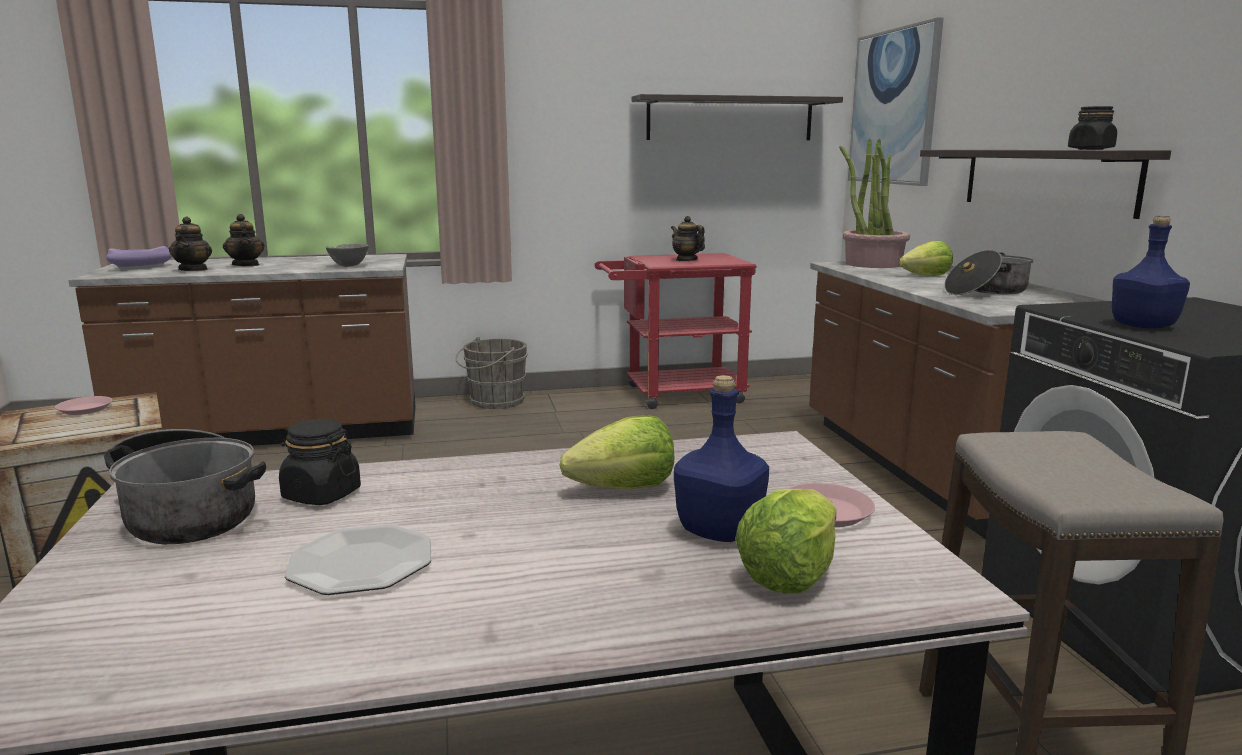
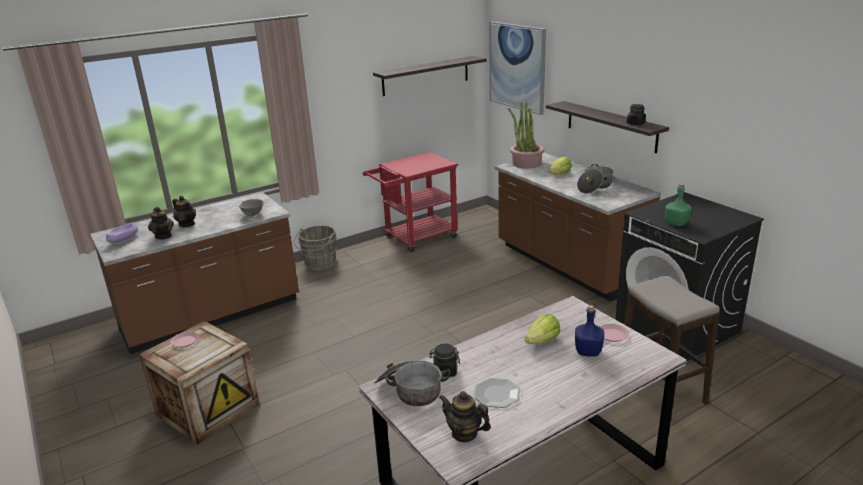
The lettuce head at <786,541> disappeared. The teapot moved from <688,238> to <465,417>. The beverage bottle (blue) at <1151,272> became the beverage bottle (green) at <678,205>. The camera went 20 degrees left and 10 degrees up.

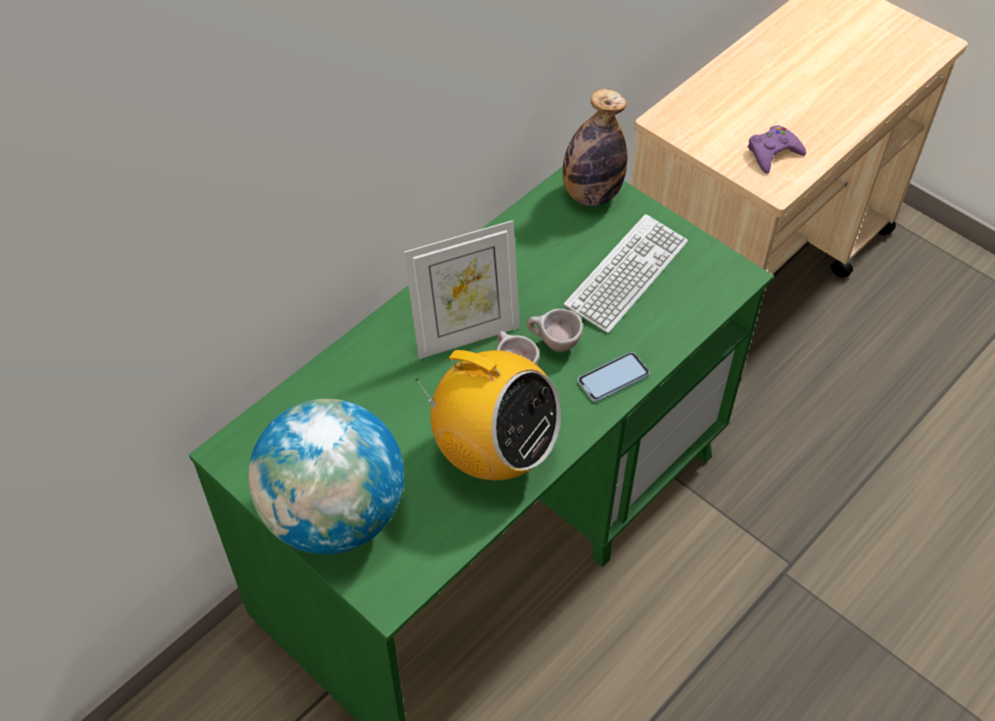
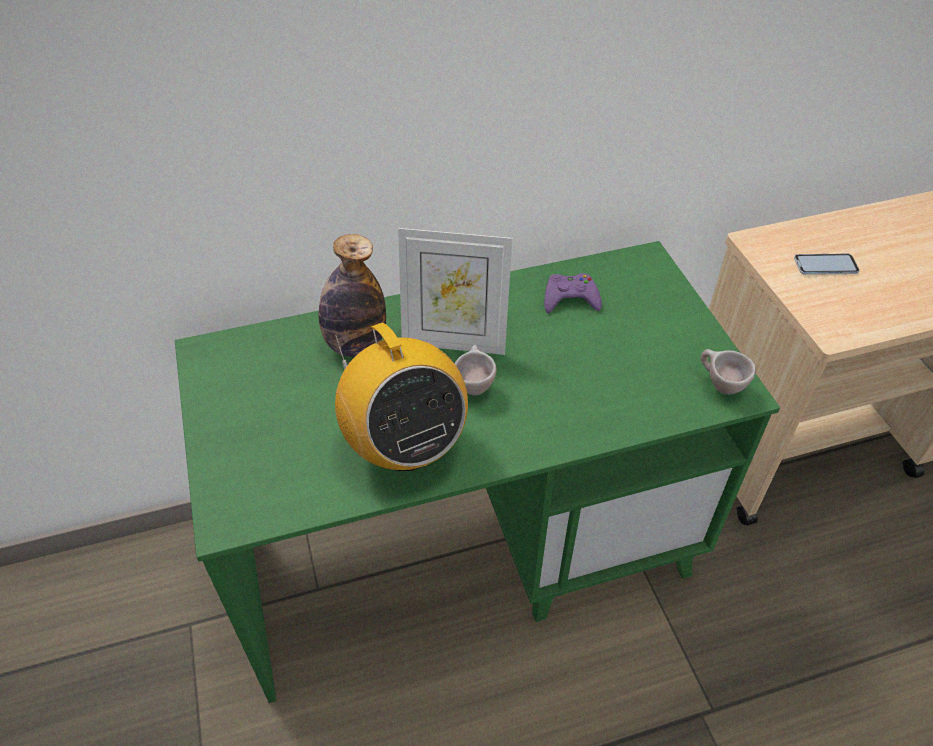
The desk globe at <326,476> disappeared. The computer keyboard at <626,273> disappeared. The drinking cup (sand-coloured) moved from <555,330> to <728,372>. The beverage bottle moved from <594,147> to <352,295>. The handset moved from <614,377> to <827,264>. The game controller (purple-coloured) moved from <777,149> to <573,293>. The camera went 30 degrees right and 5 degrees down.

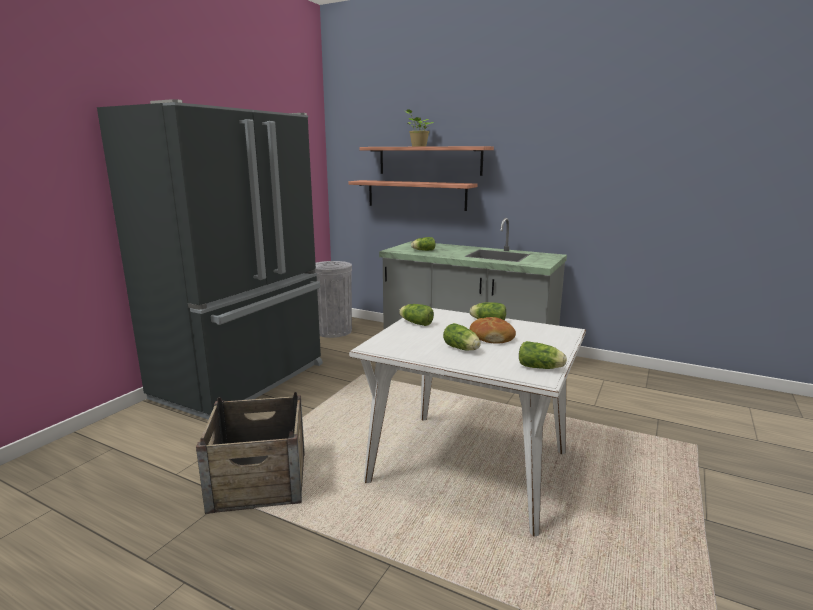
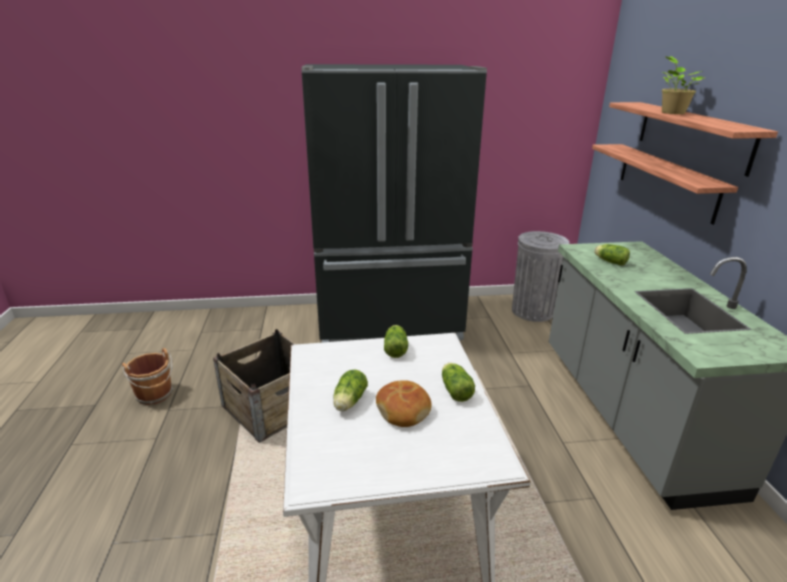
The lettuce head at <543,355> disappeared. The bucket (brownish) at <148,376> appeared. The camera went 55 degrees right and 10 degrees up.

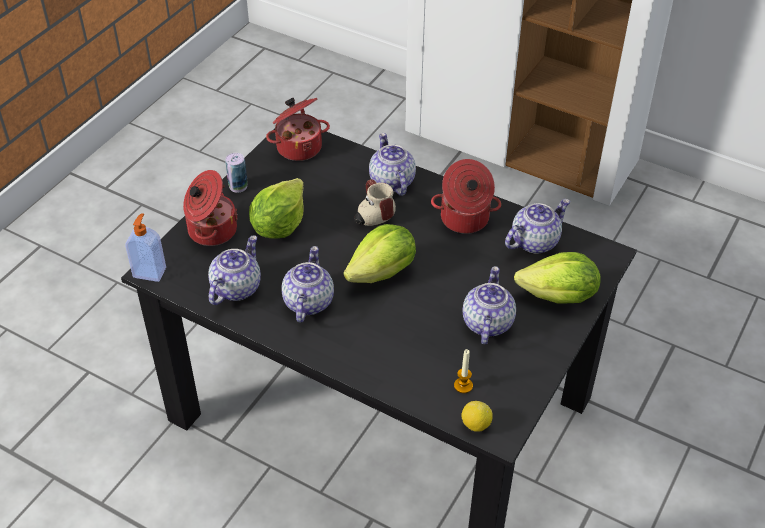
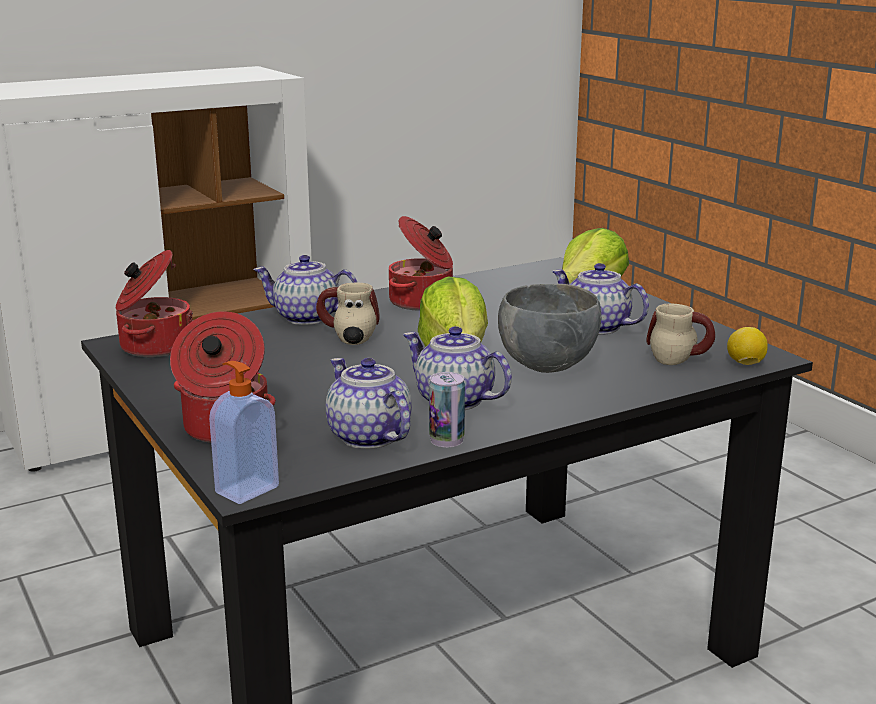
The lettuce head at <276,208> disappeared. The teapot at <537,226> disappeared. The deep dish (gray) at <549,328> appeared. The can moved from <236,173> to <447,410>. The wax candle at <463,371> was replaced by the coffee mug at <680,334>. The camera went 60 degrees left and 25 degrees down.

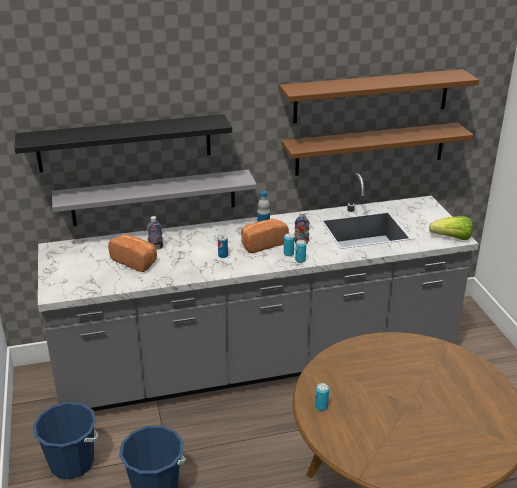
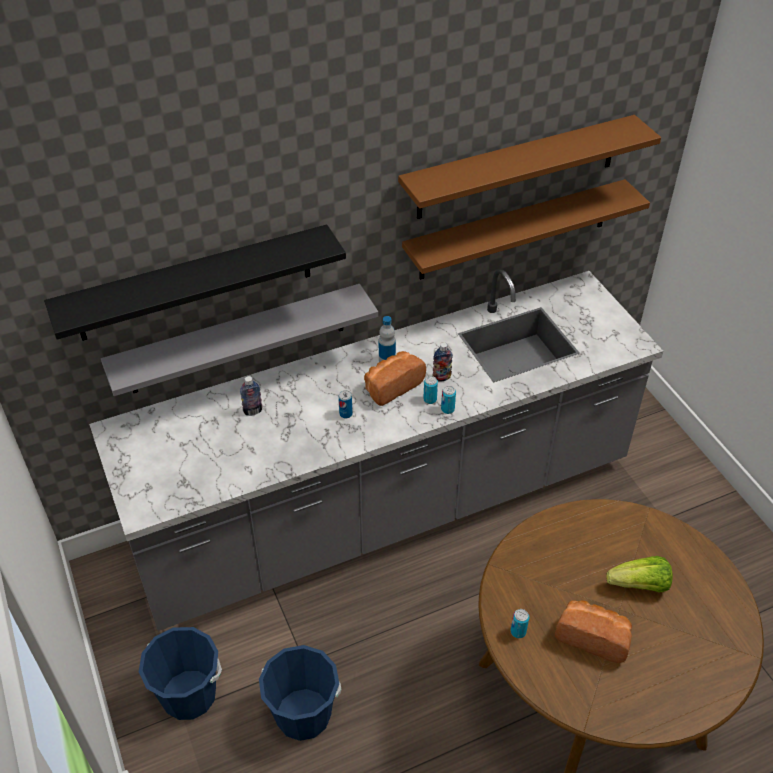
The baked bread moved from <132,253> to <593,631>. The lettuce head moved from <451,228> to <639,574>. The camera went 10 degrees left and 15 degrees up.

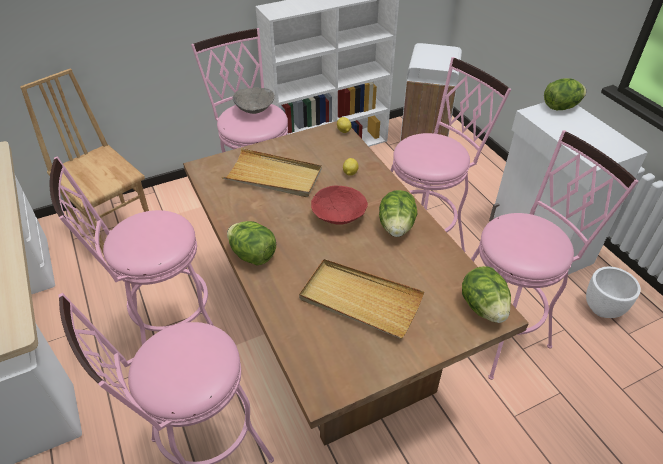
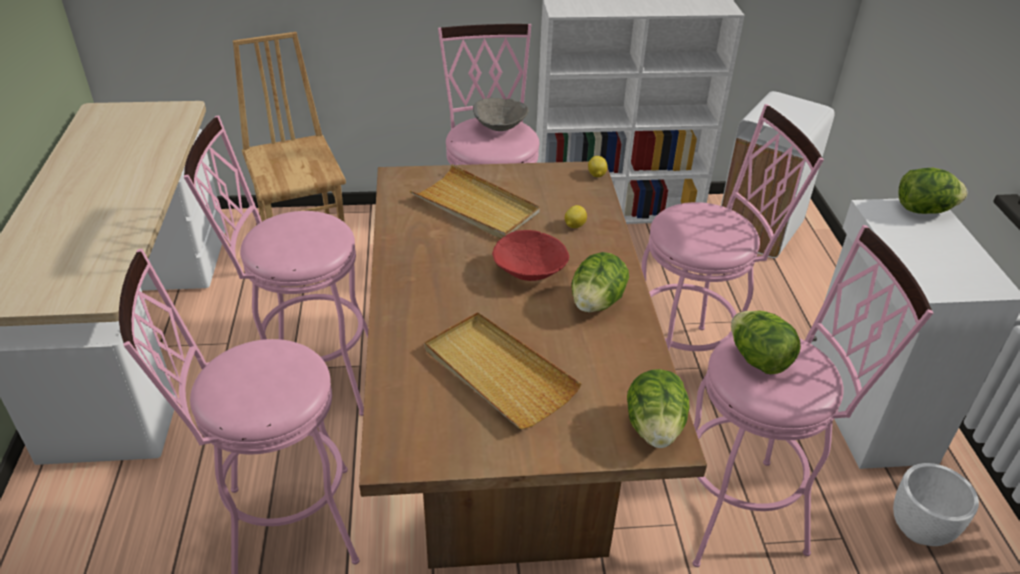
The lettuce head moved from <251,243> to <766,342>. The camera went 20 degrees right and 5 degrees down.

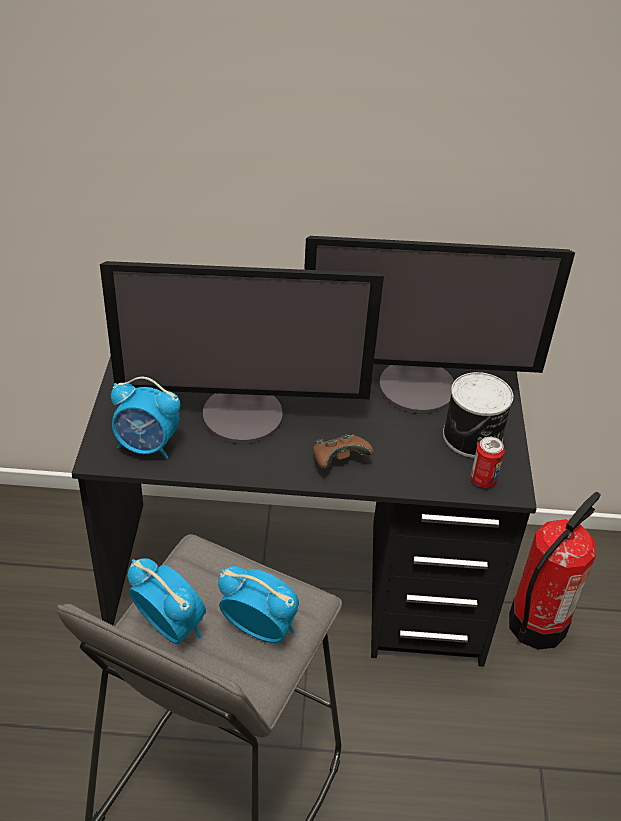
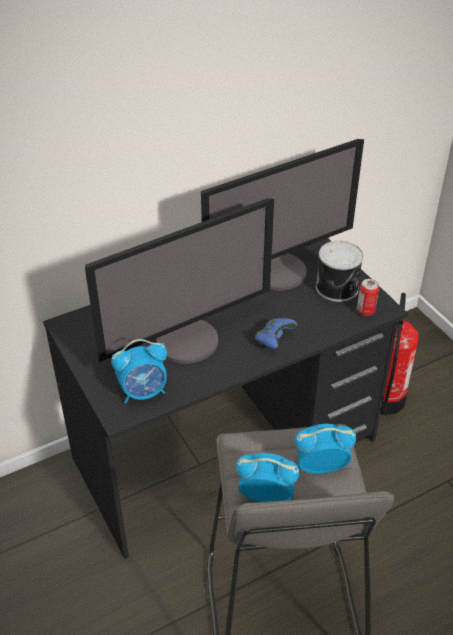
The game controller (brownish) at <343,452> became the game controller (blue) at <276,333>. The camera went 30 degrees left and 0 degrees up.

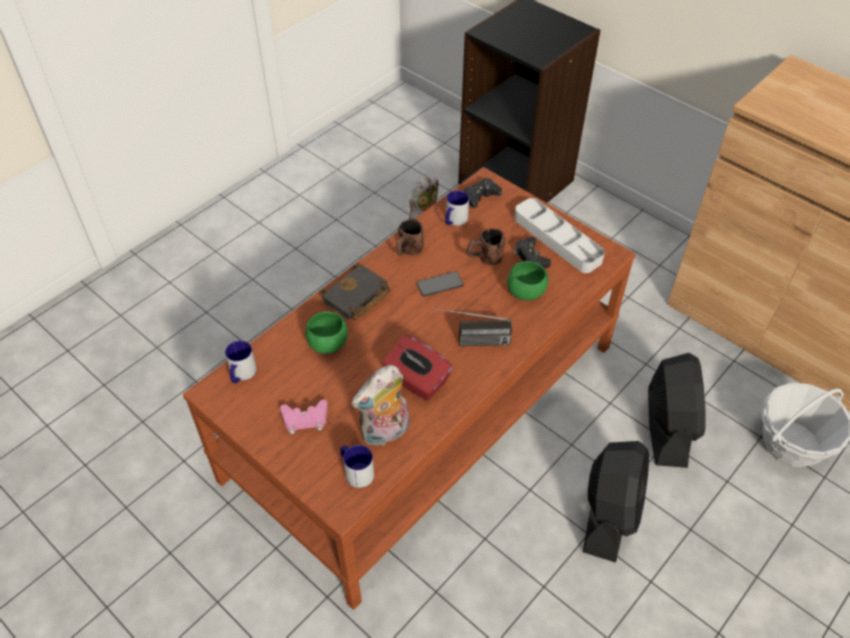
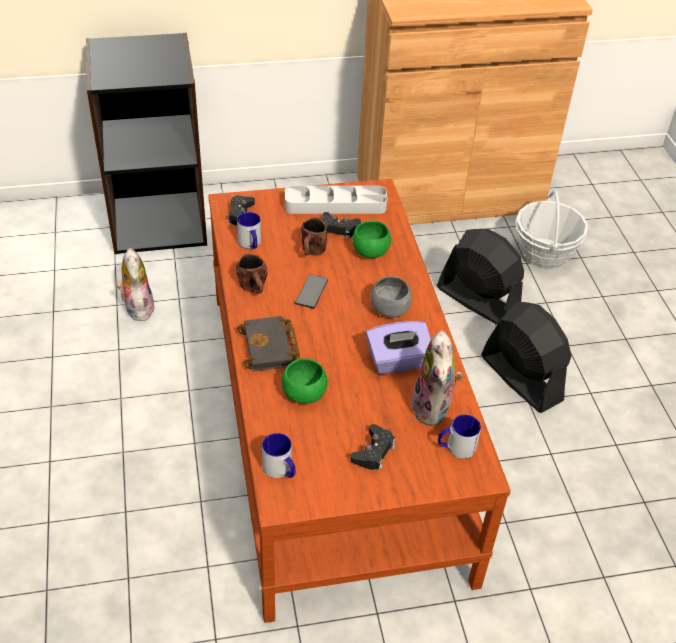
The radio at <472,327> was replaced by the deep dish (gray) at <391,297>. The game controller (pink) at <304,417> became the game controller (black) at <373,447>. The tissue holder (red) at <417,368> became the tissue holder (purple-coloured) at <398,347>. The camera went 55 degrees left and 5 degrees down.

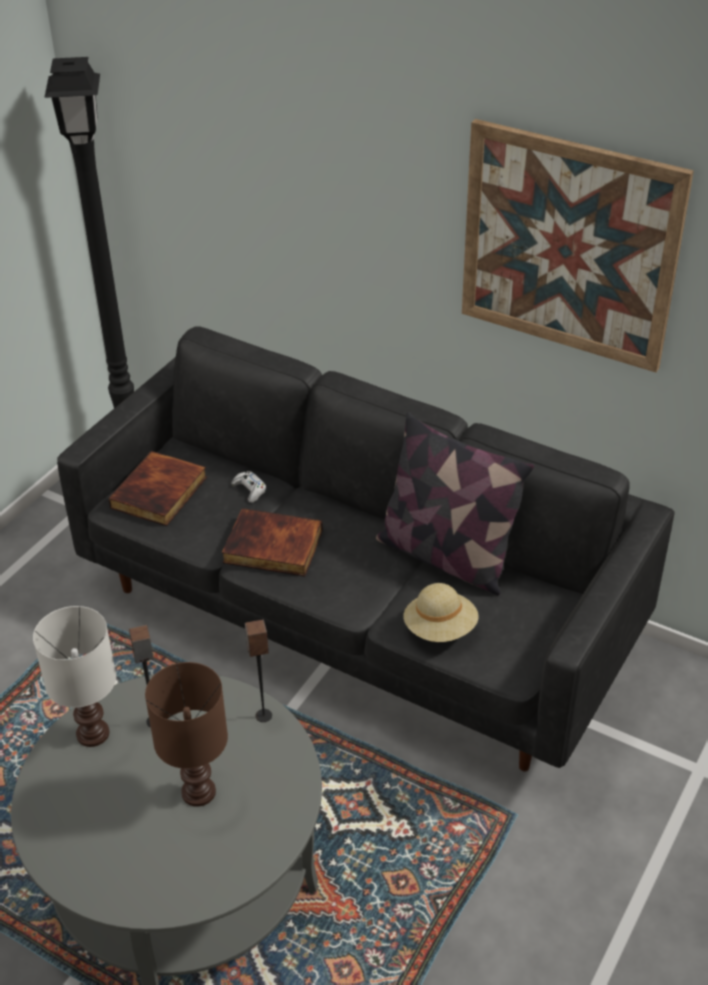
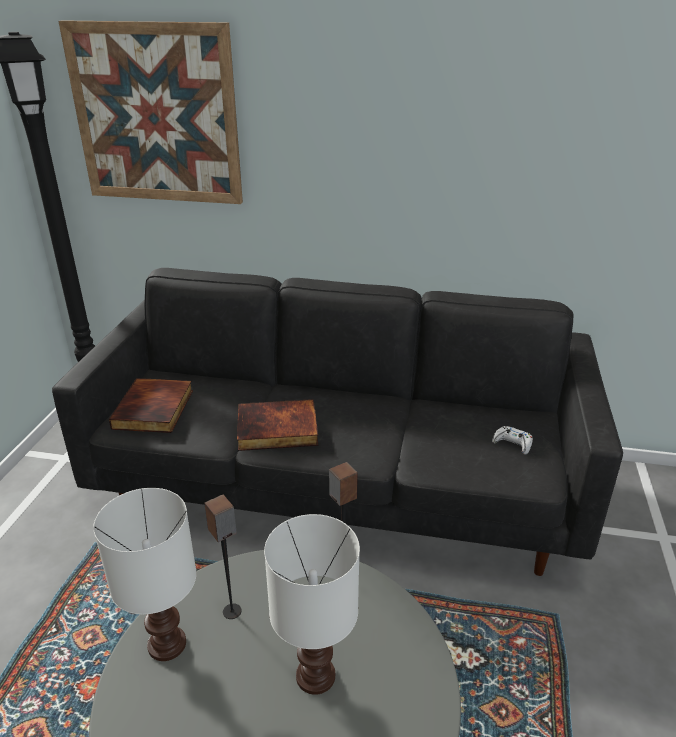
The pillow at <455,503> disappeared. The clothing hat (sand-coloured) at <441,612> disappeared. The game controller (whitish) moved from <248,487> to <512,440>. The wall art moved from <578,245> to <151,112>. The table lamp (brownish) at <186,734> became the table lamp (whitish) at <312,604>. The camera went 20 degrees left and 10 degrees down.

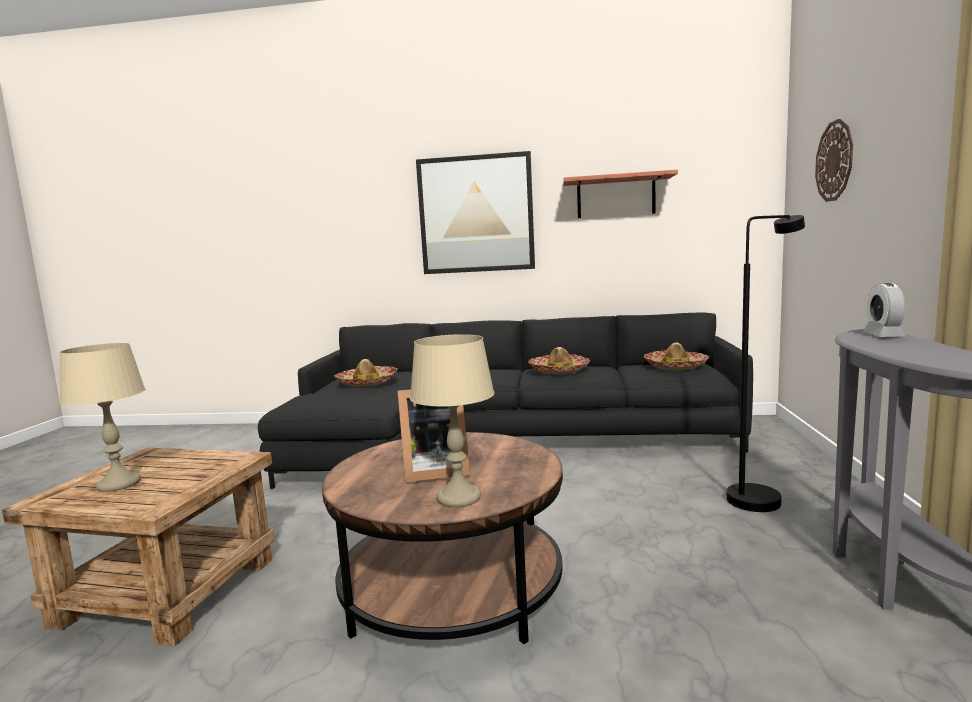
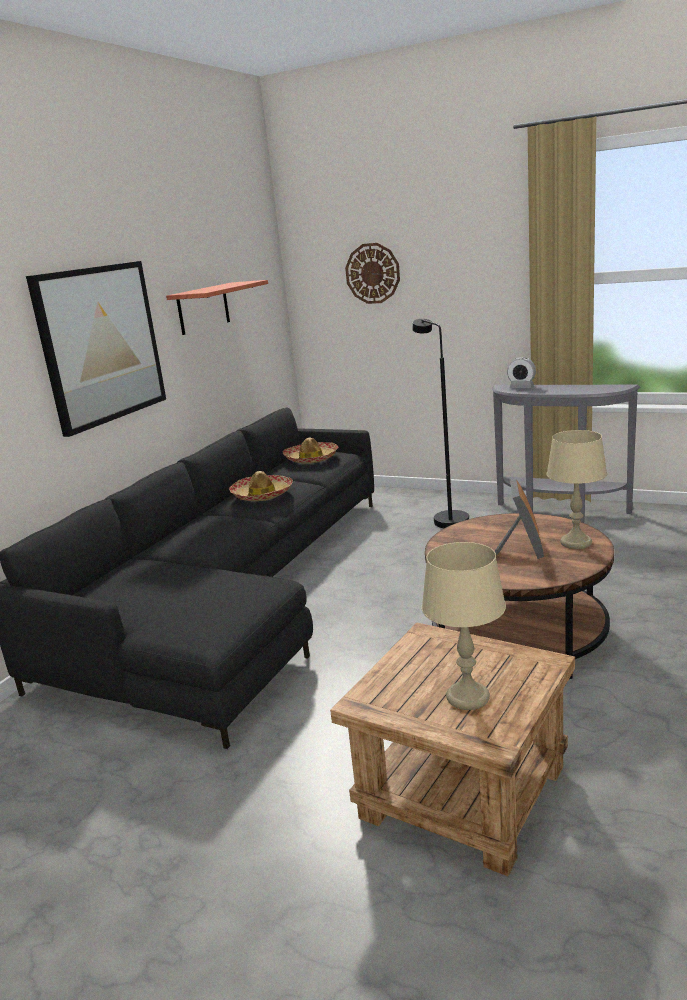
The clothing hat at <366,372> disappeared. The camera went 70 degrees left and 10 degrees up.

